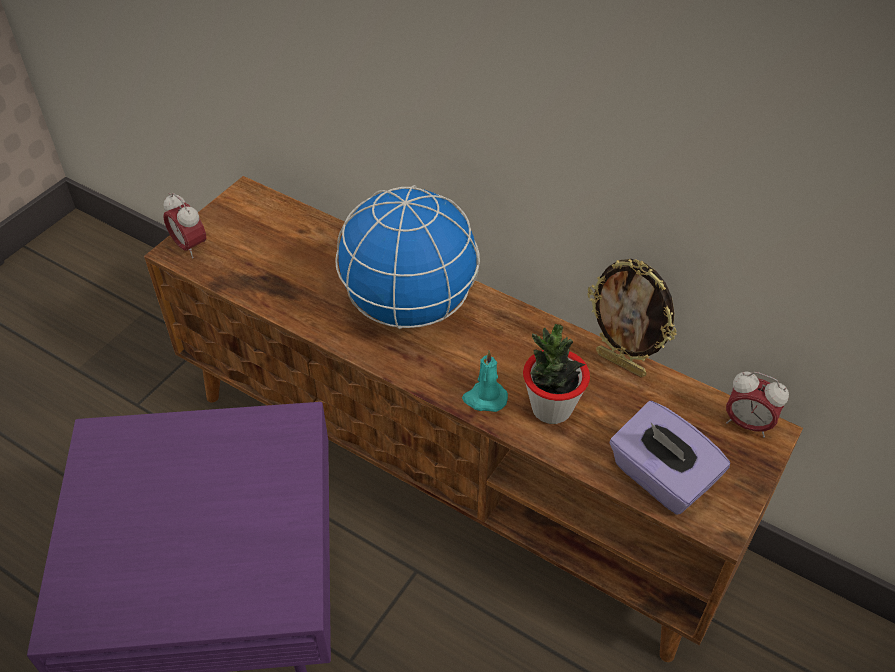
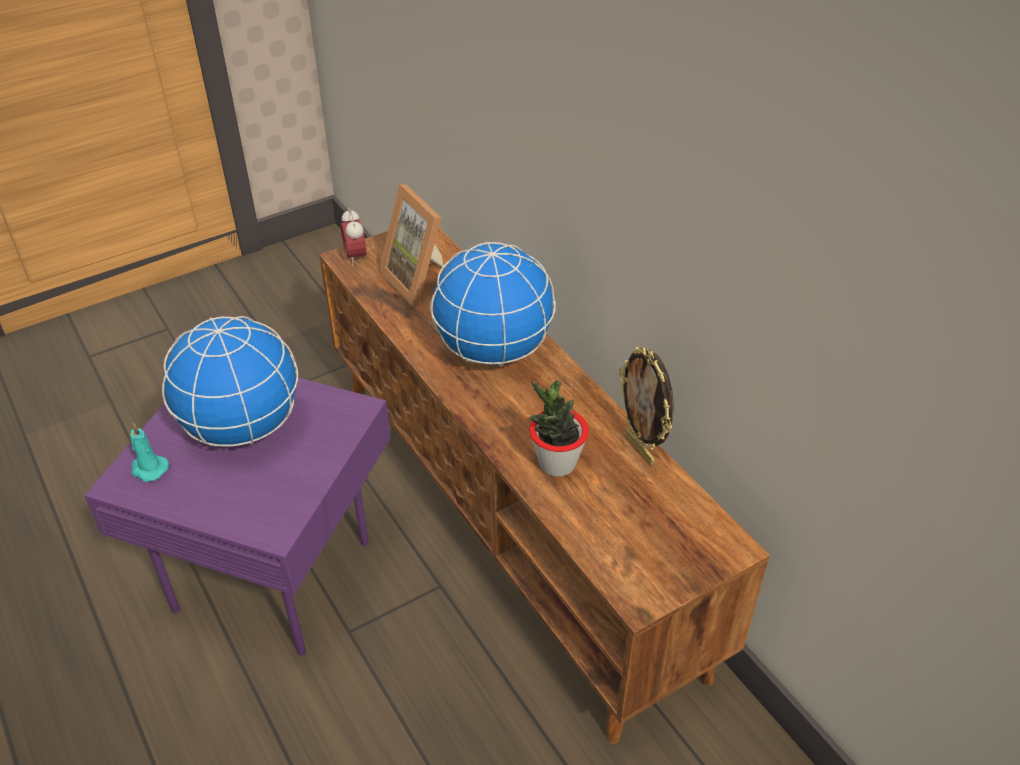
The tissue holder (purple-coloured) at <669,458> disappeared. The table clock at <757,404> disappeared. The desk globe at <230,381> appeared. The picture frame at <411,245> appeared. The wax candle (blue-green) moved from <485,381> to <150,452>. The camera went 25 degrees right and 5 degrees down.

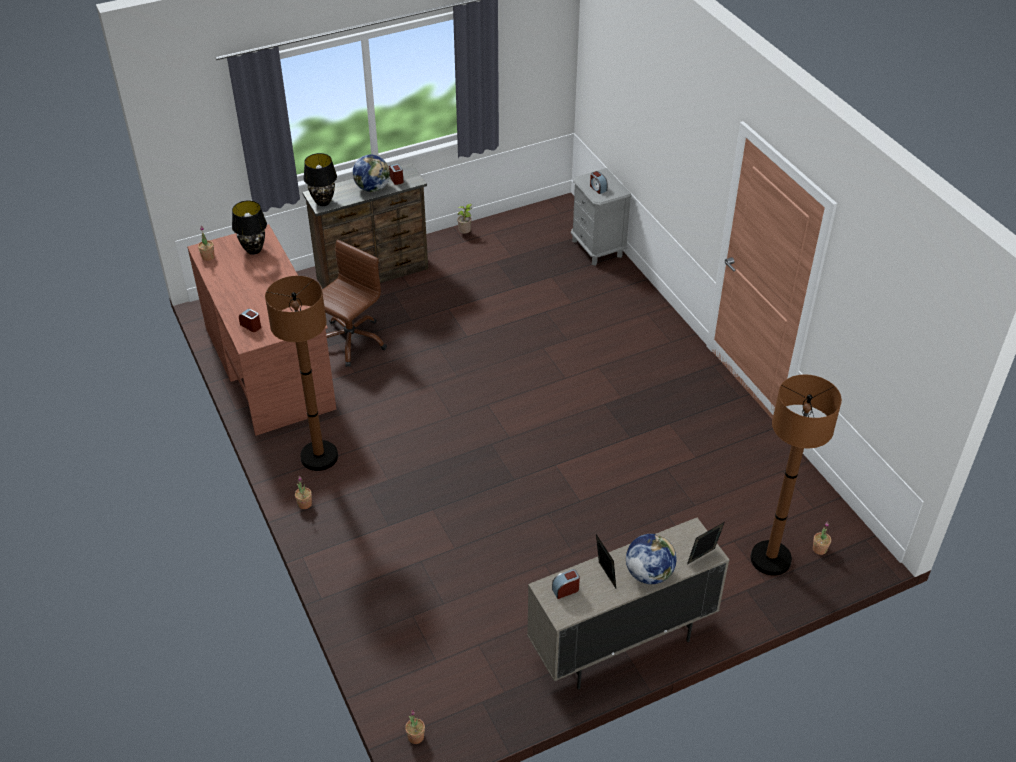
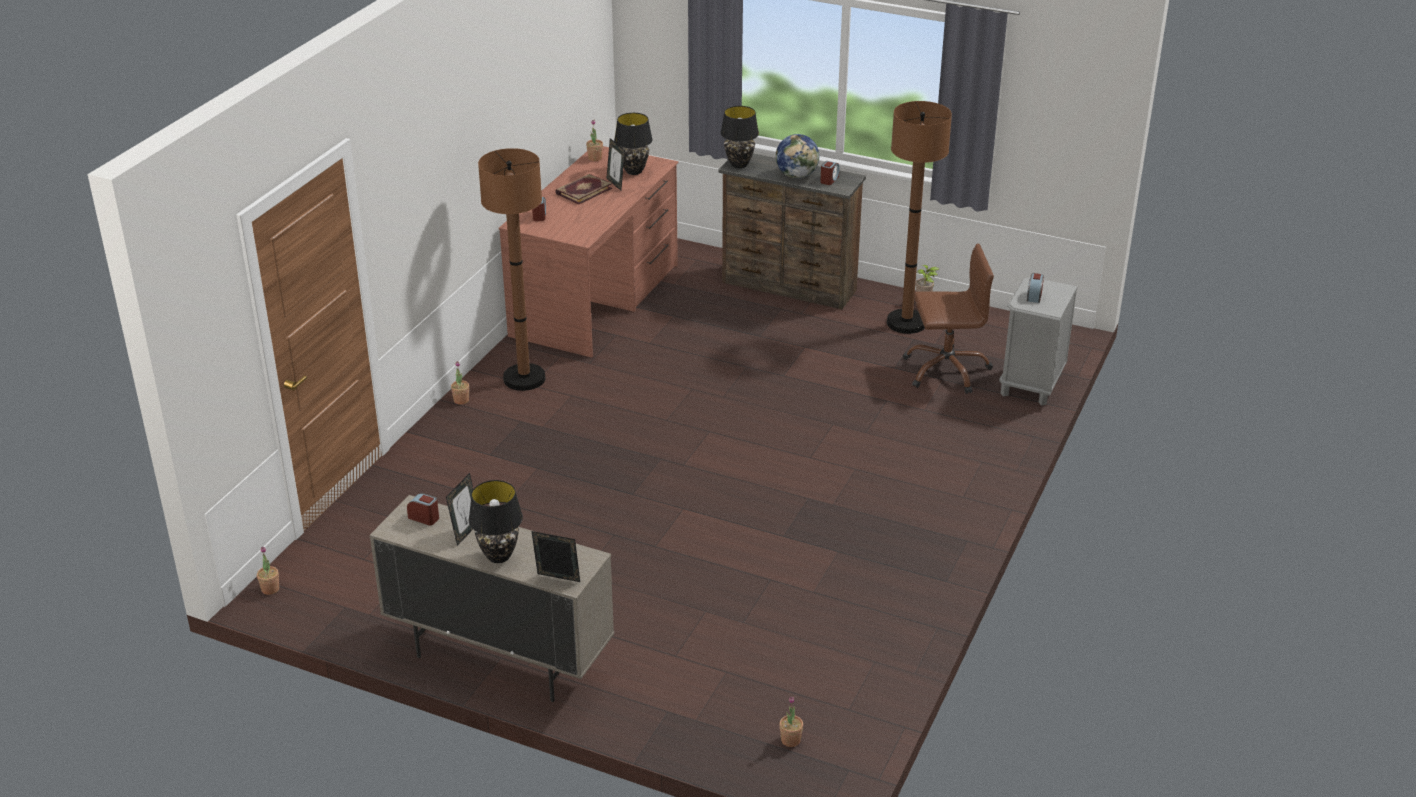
The bound book at <583,189> appeared. The picture frame at <616,164> appeared. The office chair (brownish) moved from <354,303> to <948,319>. The floor lamp (brownish) moved from <796,474> to <919,217>. The desk globe at <651,559> was replaced by the table lamp (black) at <496,521>. The camera went 50 degrees right and 10 degrees down.

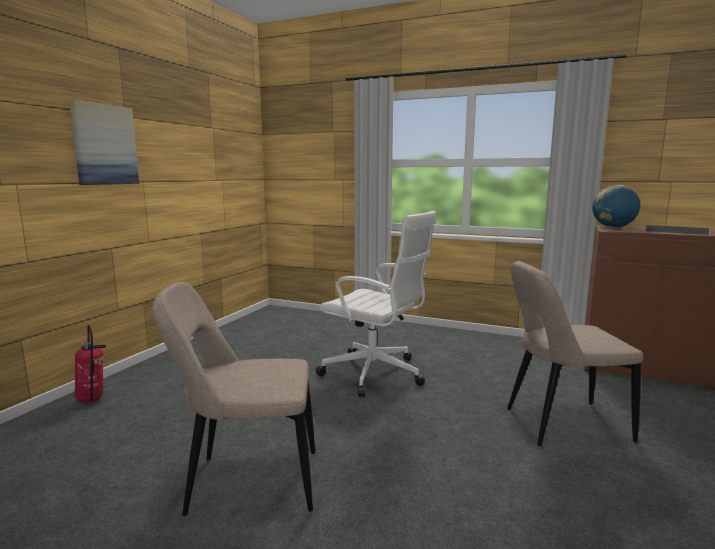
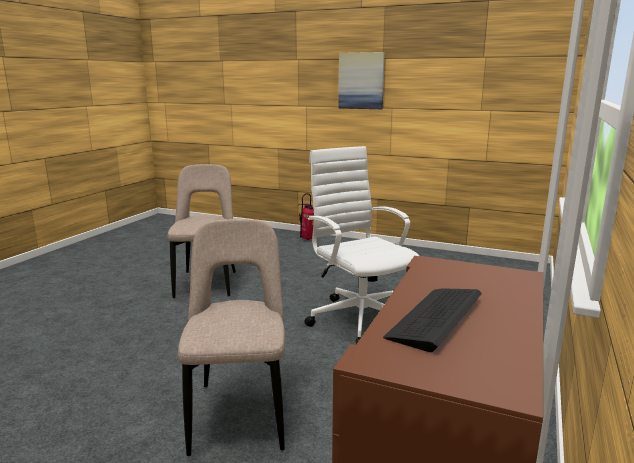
The desk globe at <616,206> disappeared. The office chair (whitish) at <376,304> turned 120 degrees clockwise. The camera went 90 degrees right and 5 degrees up.

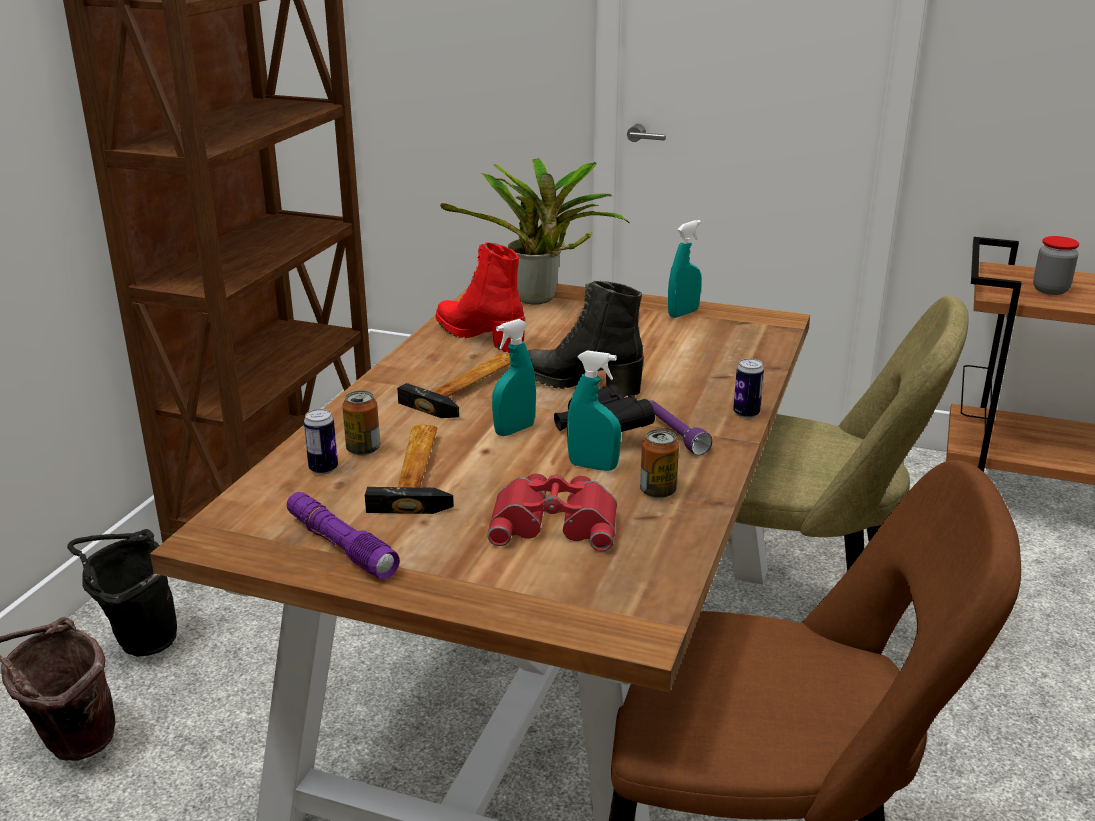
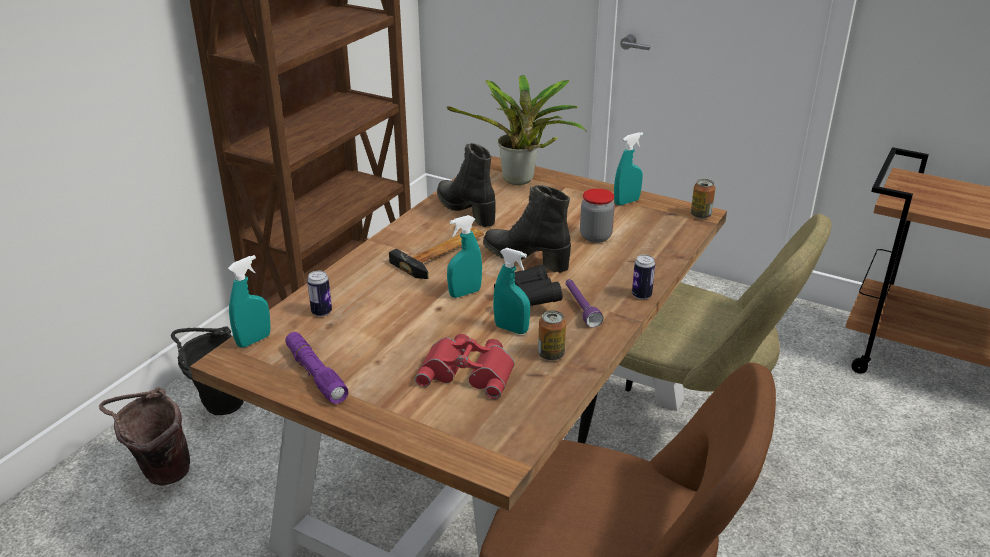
The hammer at <409,469> disappeared. The sprayer (blue-green) at <249,301> appeared. The can moved from <361,423> to <703,199>. The preserve jar moved from <1056,265> to <597,215>. The tall boot (red) at <480,297> became the tall boot (black) at <466,185>. The camera went 10 degrees right and 5 degrees up.

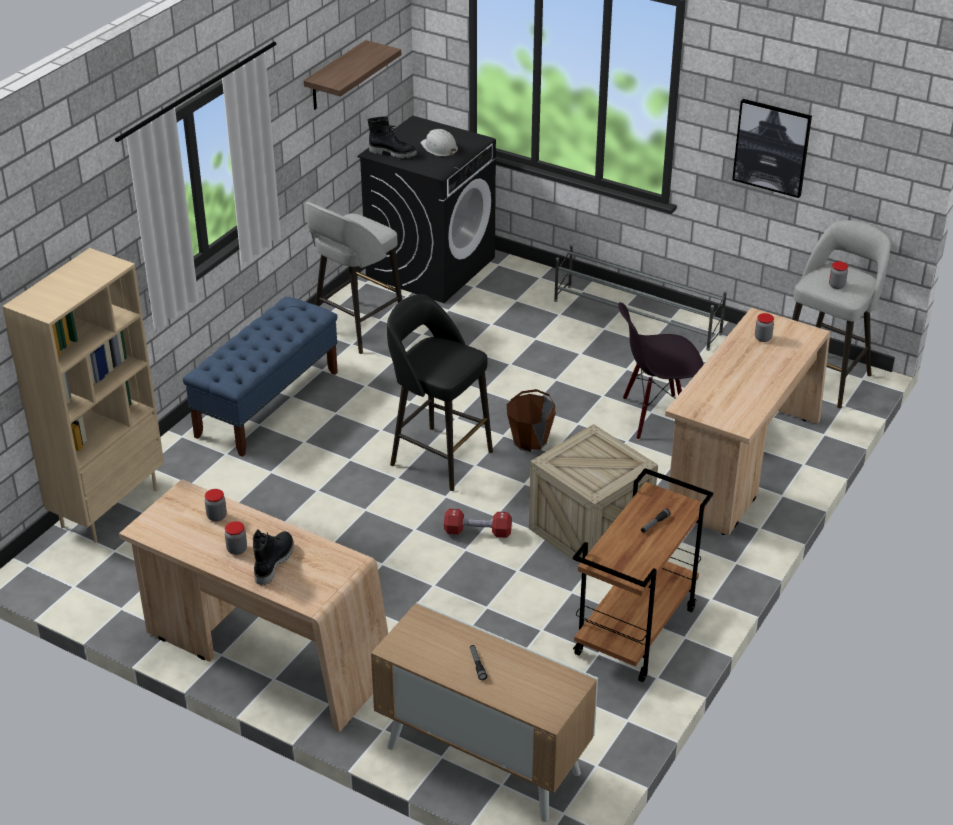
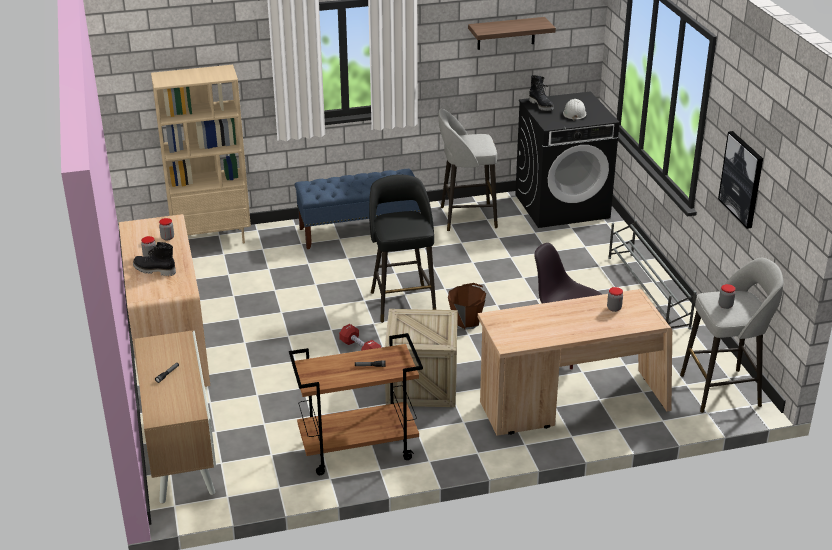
The tall boot (black) at <273,557> turned 135 degrees counterclockwise. The camera went 45 degrees right and 5 degrees down.

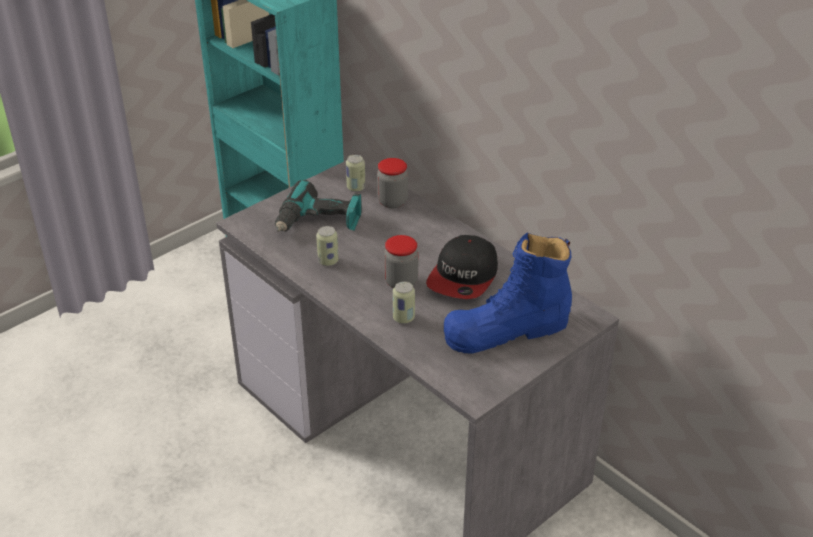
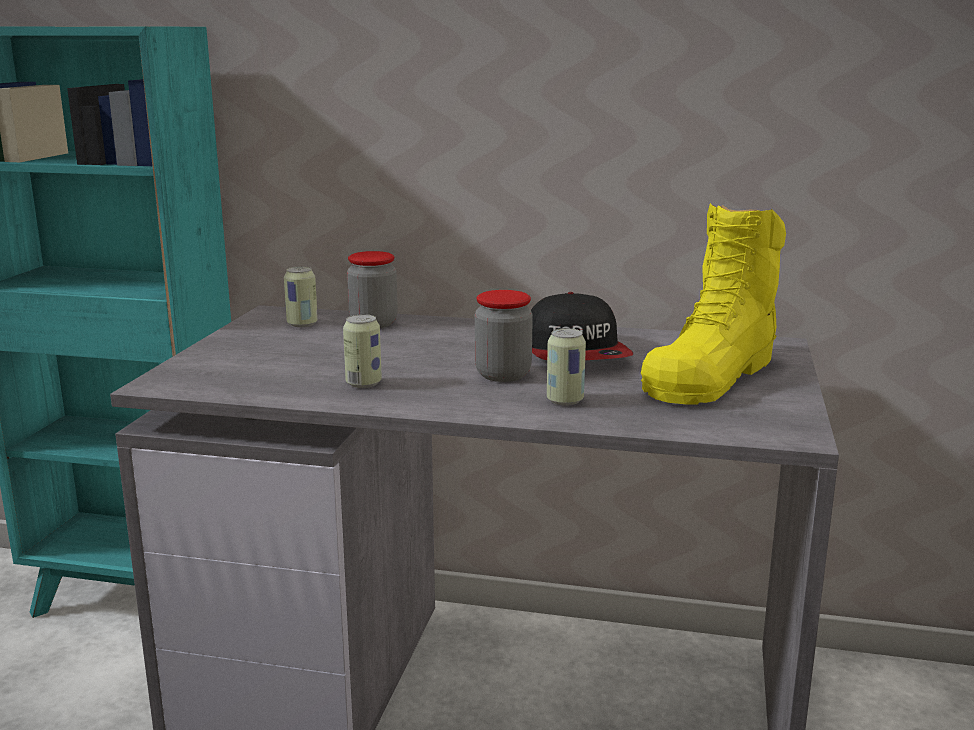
The drill at <318,206> disappeared. The tall boot (blue) at <508,293> became the tall boot (yellow) at <713,303>. The camera went 35 degrees left and 20 degrees down.

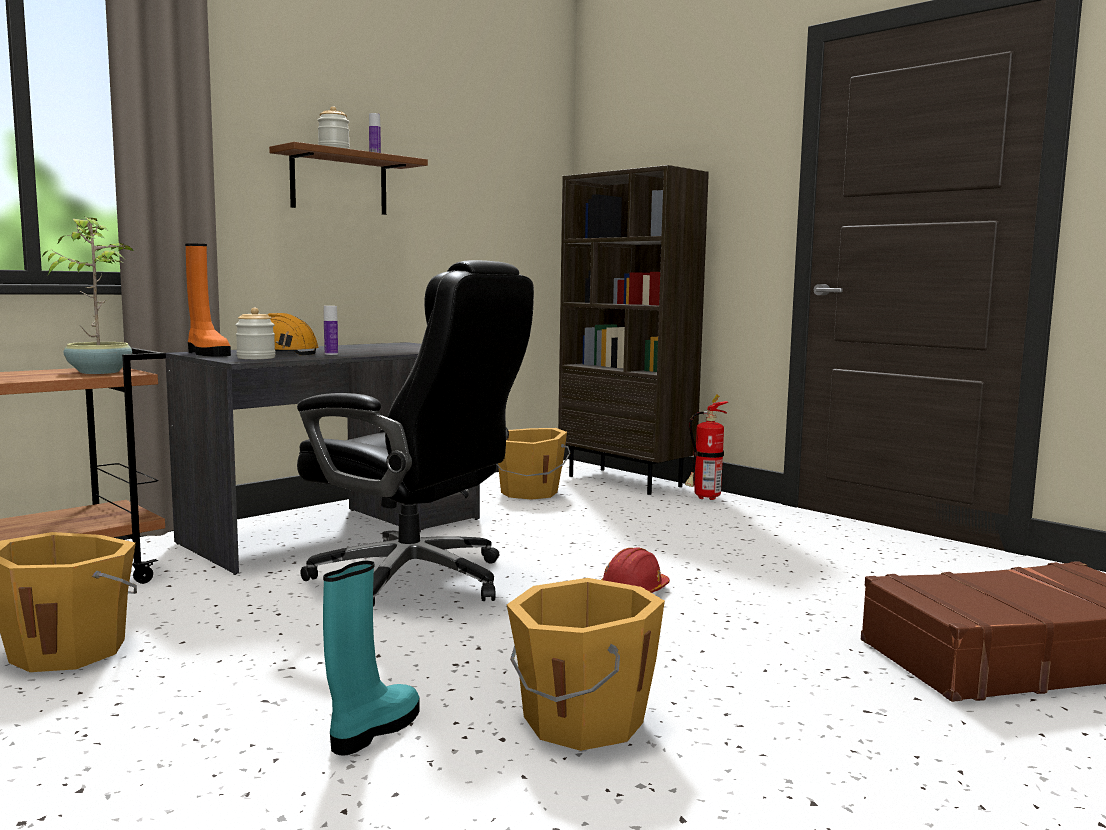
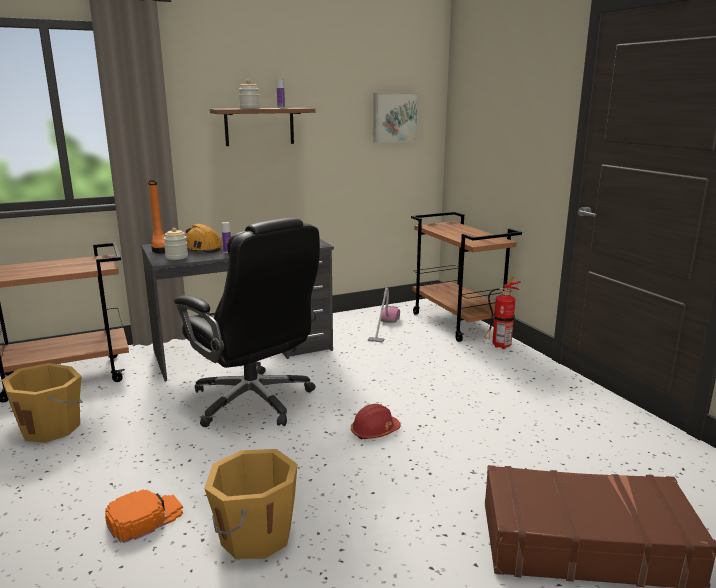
The houseplant at <87,295> disappeared. The wall art at <396,118> appeared. The tall boot (blue-green) at <371,658> was replaced by the cap (orangey) at <144,516>. The bucket (orangey) at <533,464> was replaced by the vacuum at <384,315>. The shelving unit (brownish) at <633,330> was replaced by the cart (brownish) at <466,277>. The camera went 20 degrees right and 10 degrees up.

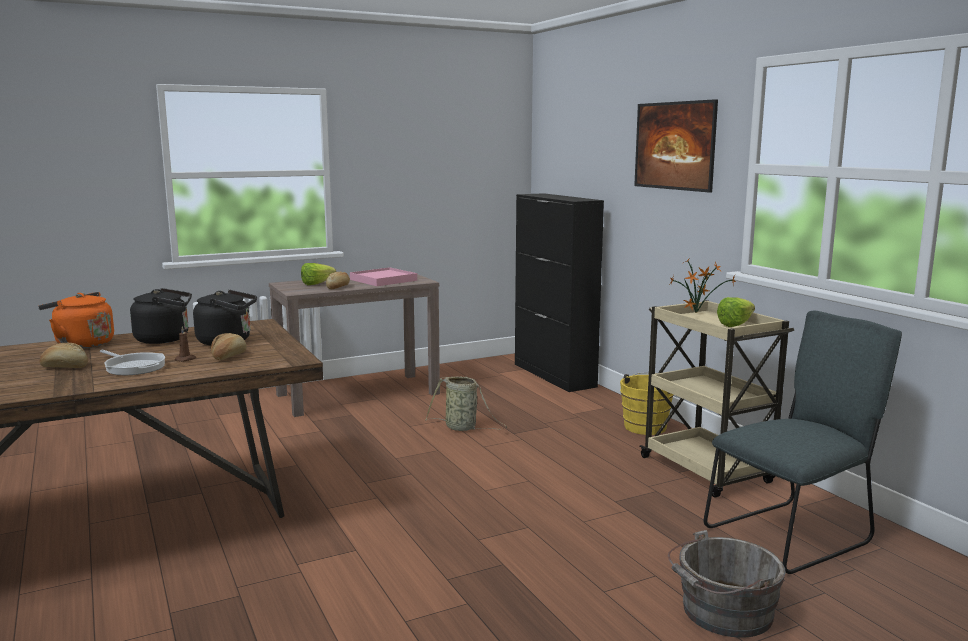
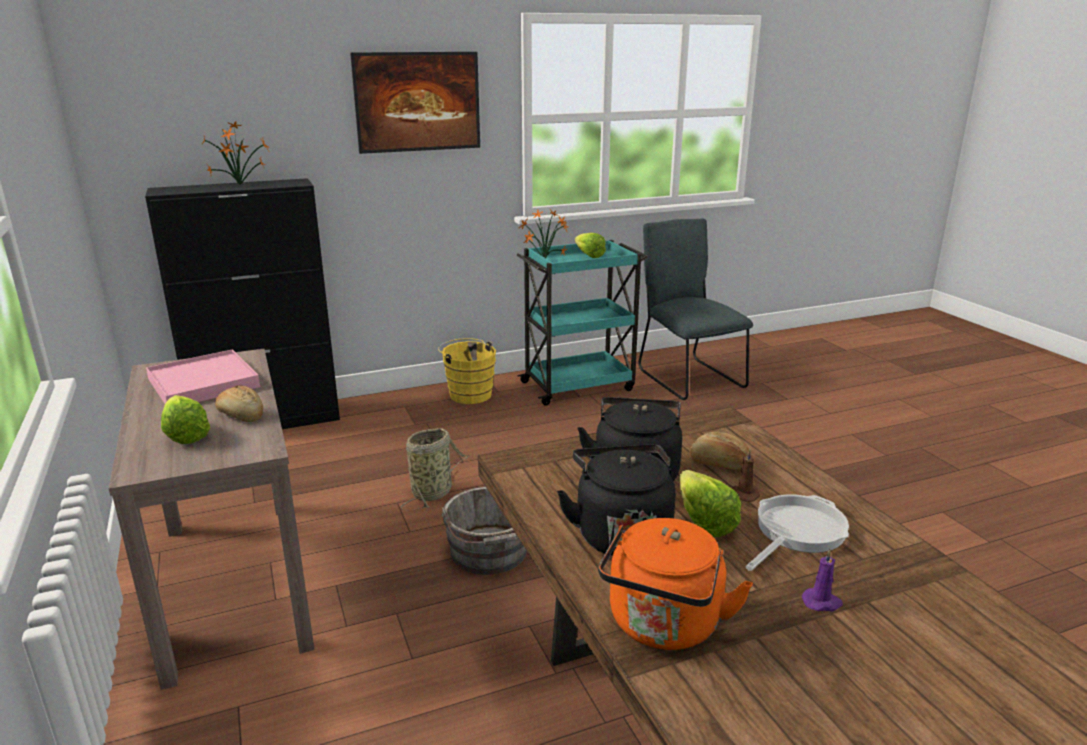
The houseplant at <236,153> appeared. The lettuce head at <710,503> appeared. The bucket (gray) moved from <727,584> to <484,531>. The baked bread at <64,355> was replaced by the wax candle (purple-coloured) at <822,580>. The cart (sand-coloured) at <716,399> became the cart (blue-green) at <582,323>. The camera went 85 degrees left and 10 degrees up.

